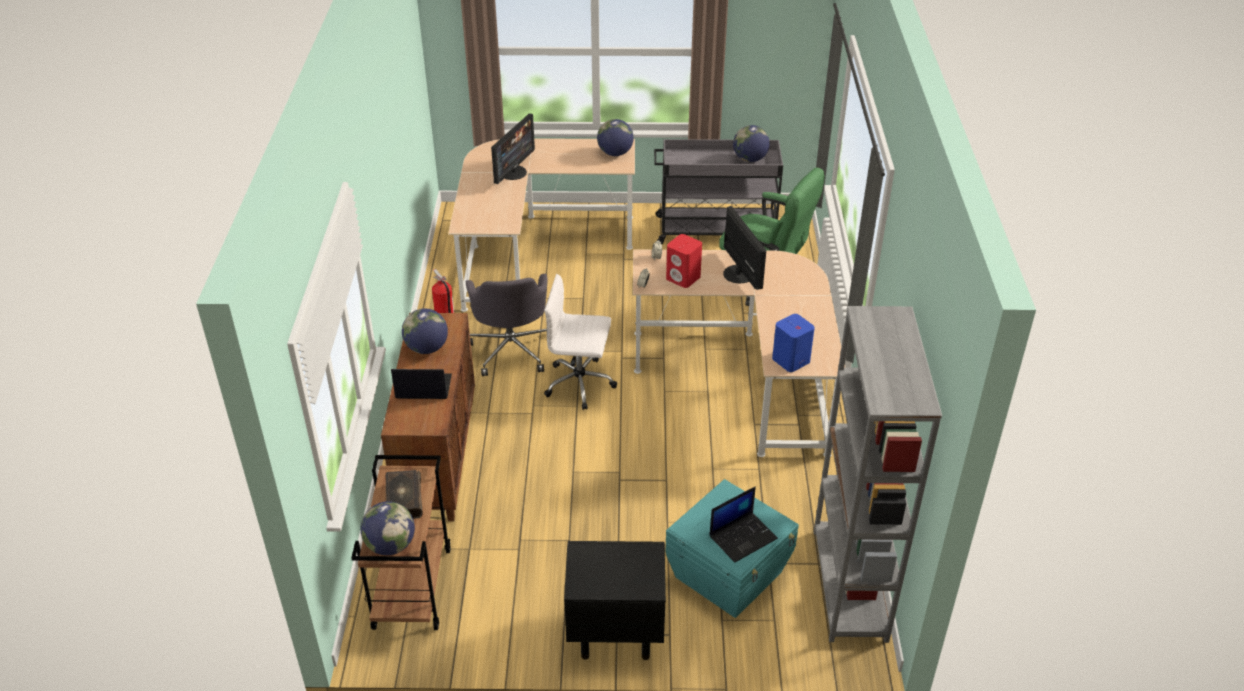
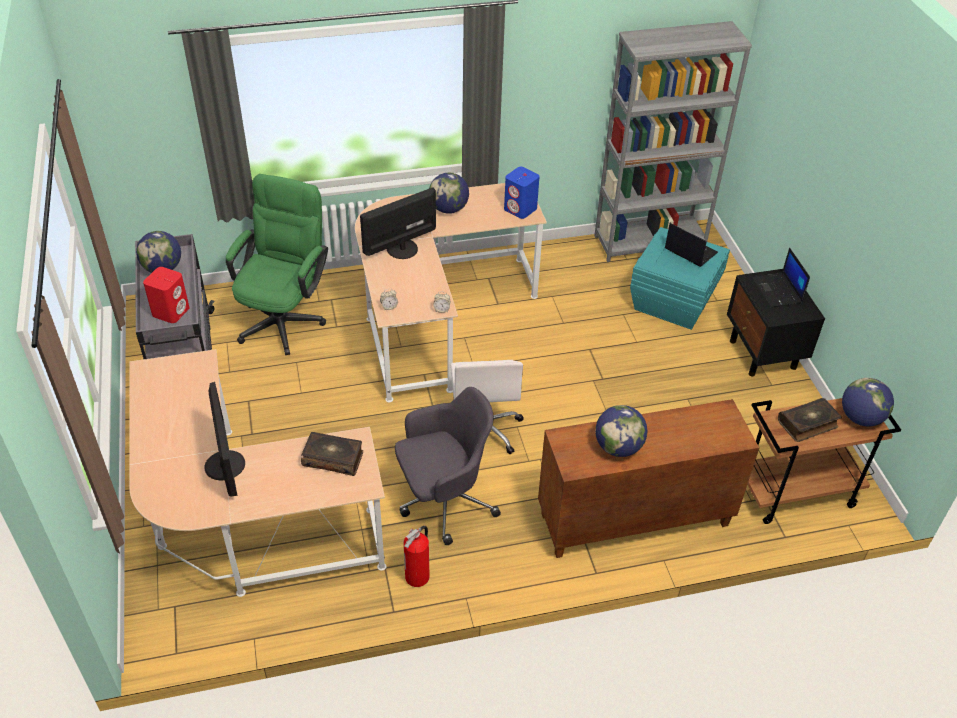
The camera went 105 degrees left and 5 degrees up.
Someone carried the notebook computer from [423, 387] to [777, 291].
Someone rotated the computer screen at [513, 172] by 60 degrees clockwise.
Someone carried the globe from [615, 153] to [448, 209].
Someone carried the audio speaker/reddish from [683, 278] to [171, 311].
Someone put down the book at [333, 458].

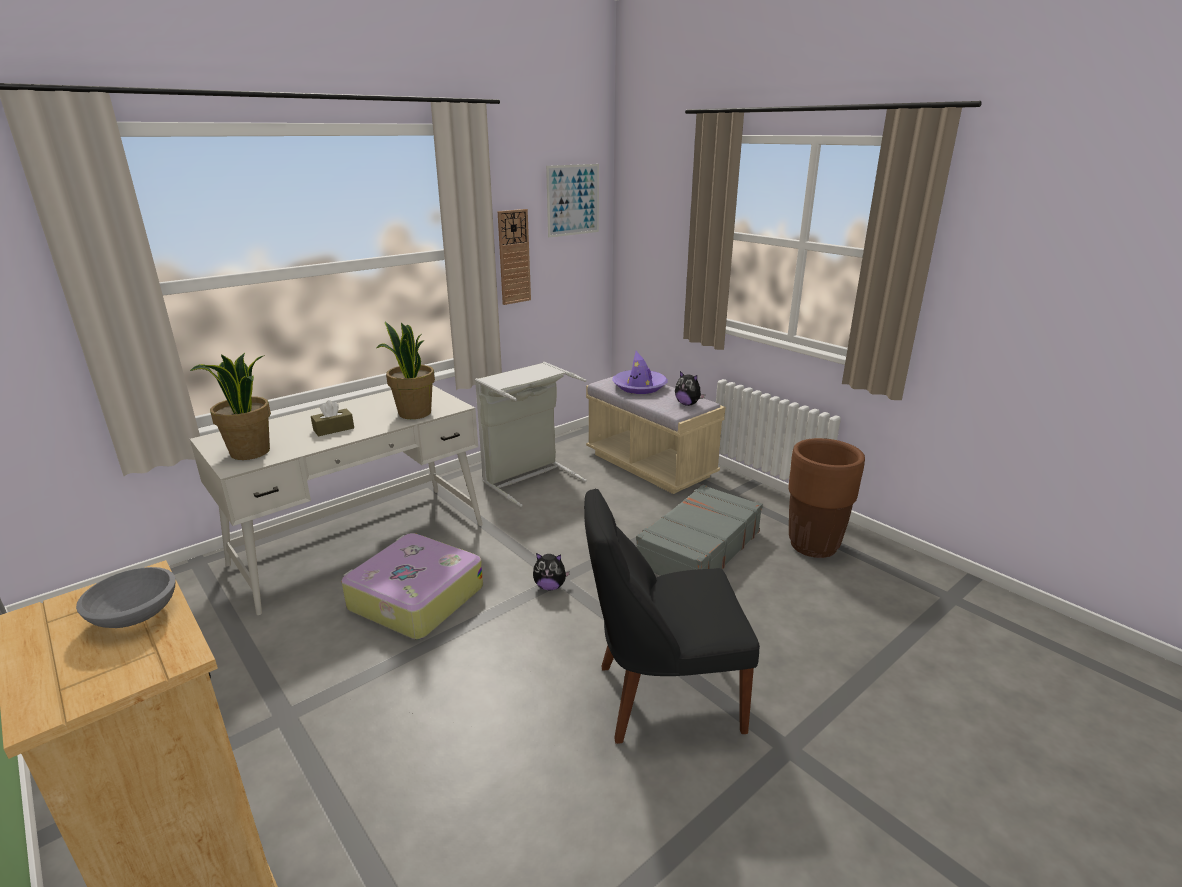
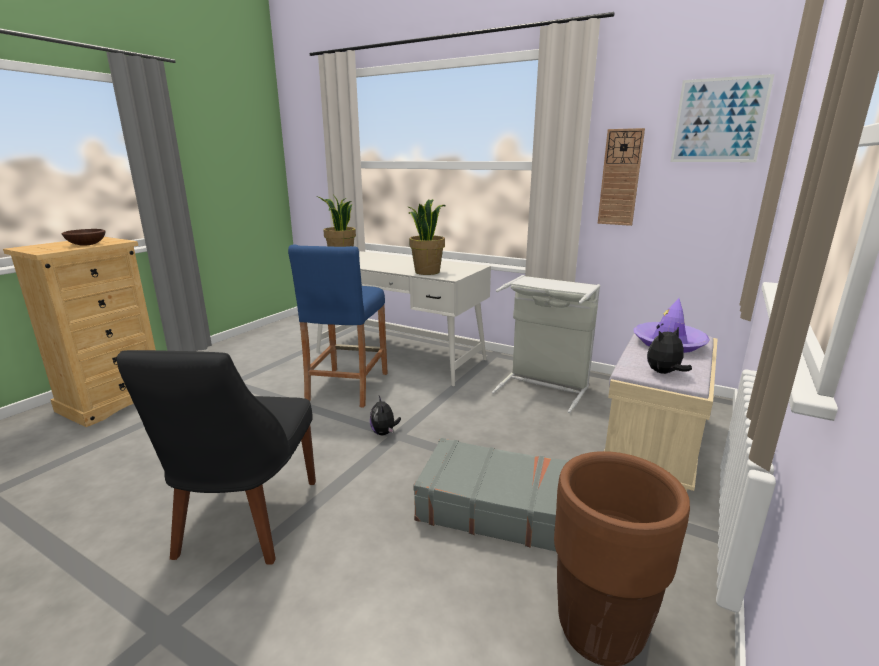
The camera went 70 degrees right and 5 degrees down.
Someone repainted the serving bowl/gray at [134, 615], which became the serving bowl/brownish at [87, 244].
Someone took away the tissue holder/brownish at [333, 429].
Someone swapped the travel case at [414, 598] for the stool/bluish at [347, 387].
Someone rotated the upright chair/black-coloured at [662, 697] by 150 degrees counterclockwise.
Someone rotated the cuddly toy at [687, 404] by 45 degrees clockwise.

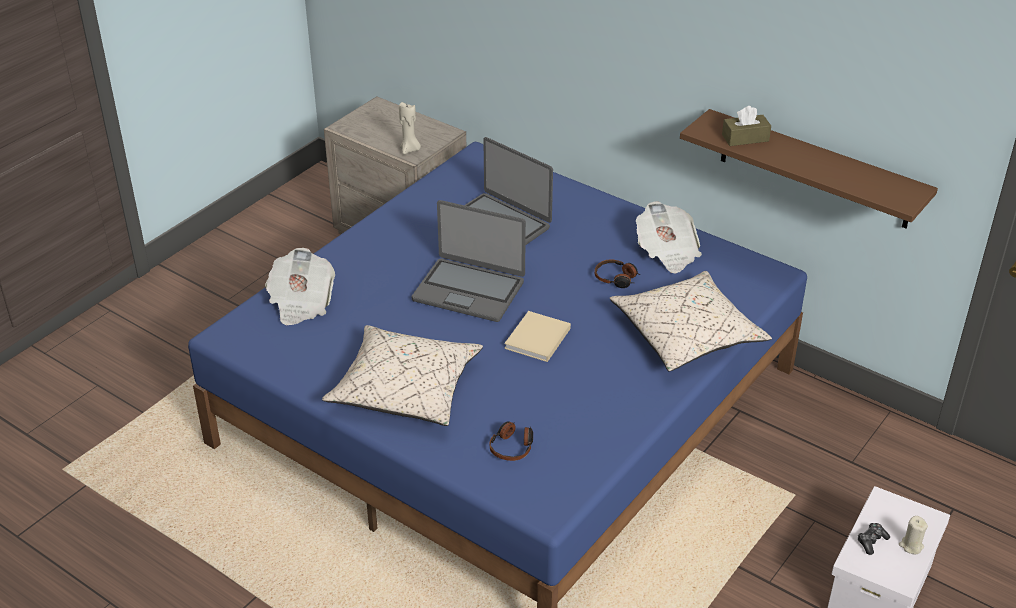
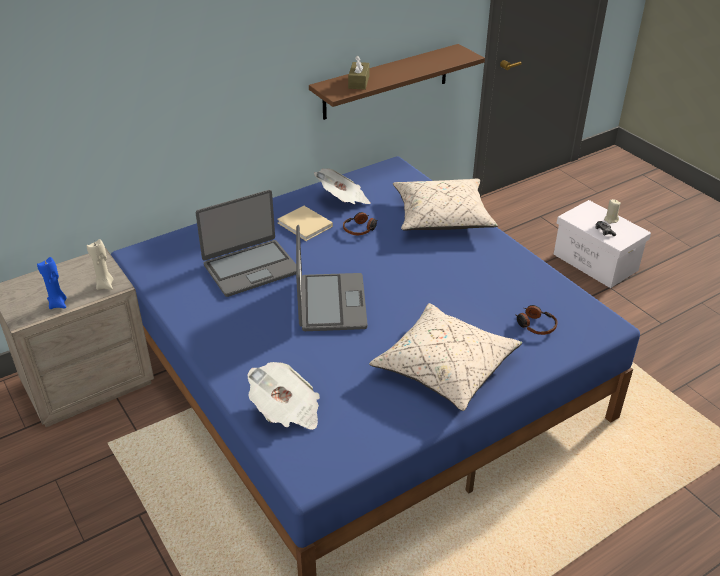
The camera went 70 degrees left and 0 degrees up.
Someone rotated the notebook computer at [469, 290] by 45 degrees counterclockwise.
Someone carried the book/beige from [536, 339] to [306, 225].
Someone put down the candle/bluish at [58, 304].

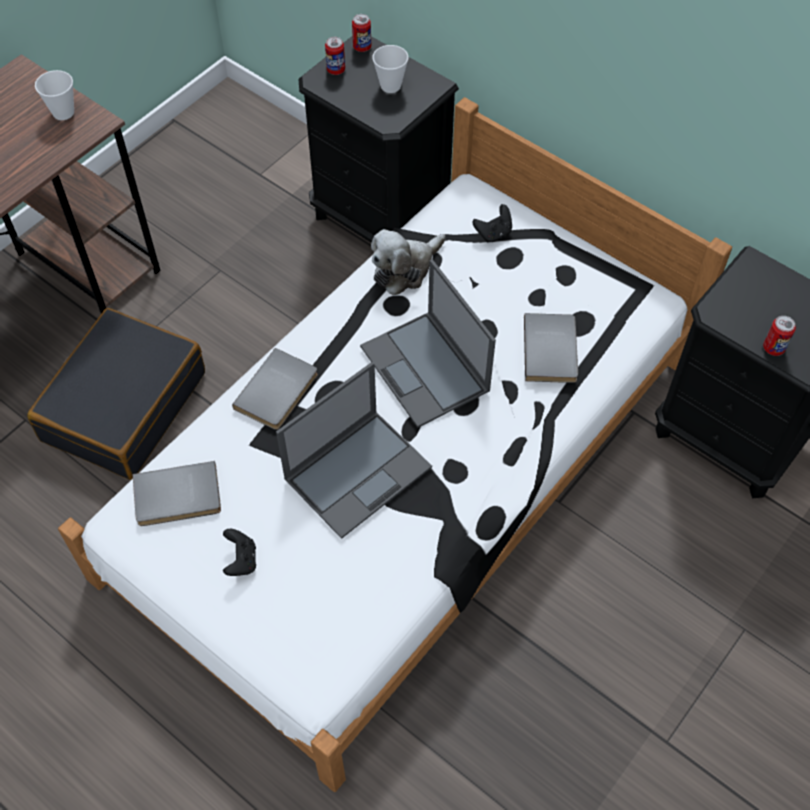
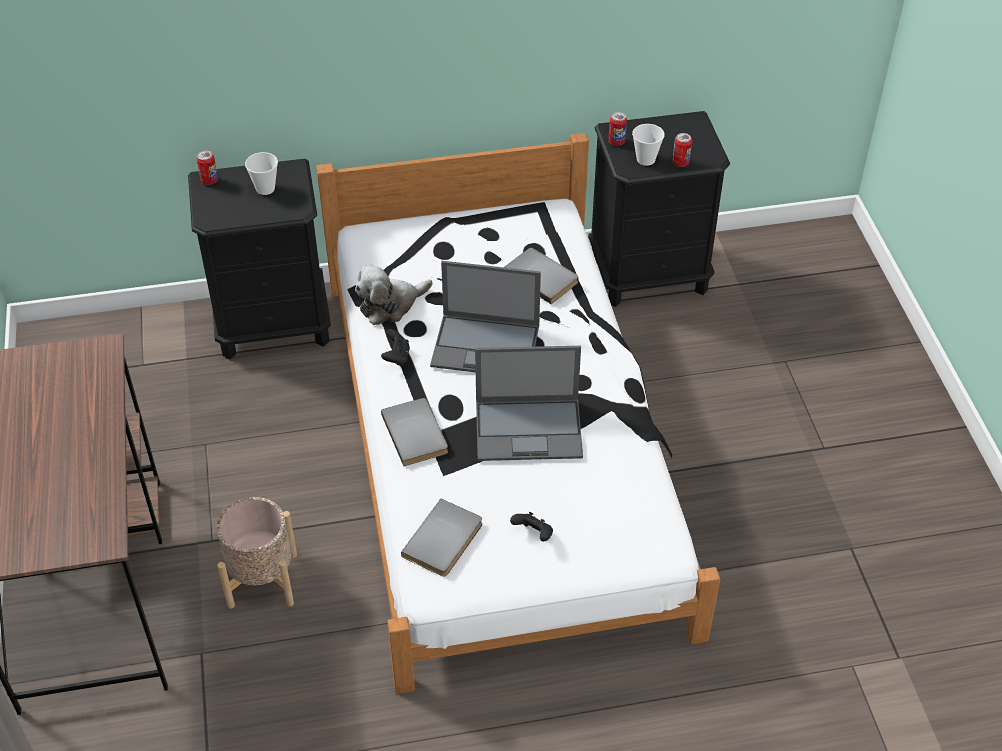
The camera went 50 degrees left and 10 degrees down.
Someone swapped the travel case/black-coloured at [123, 406] for the plant pot/beige at [263, 579].
Someone carried the drinking cup from [63, 112] to [645, 159].
Someone rotated the notebook computer at [359, 471] by 90 degrees clockwise.
Someone carried the can from [336, 70] to [616, 141].
Someone rotated the cuddly toy at [405, 269] by 60 degrees clockwise.
Someone carried the game controller/black-coloured from [493, 233] to [396, 357].

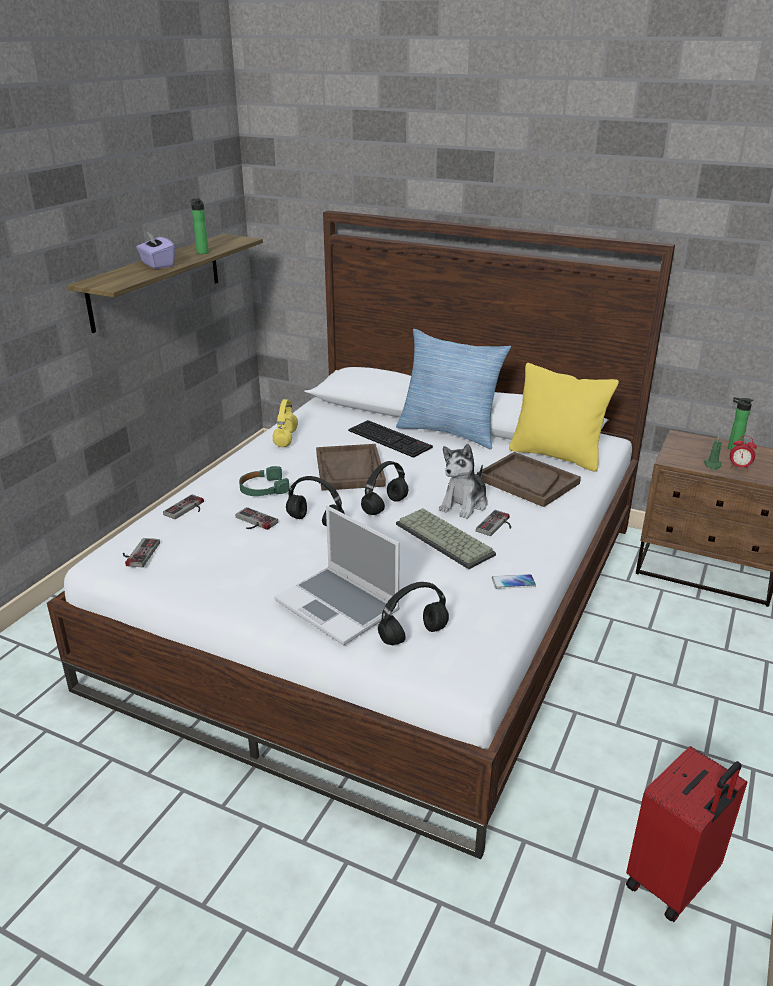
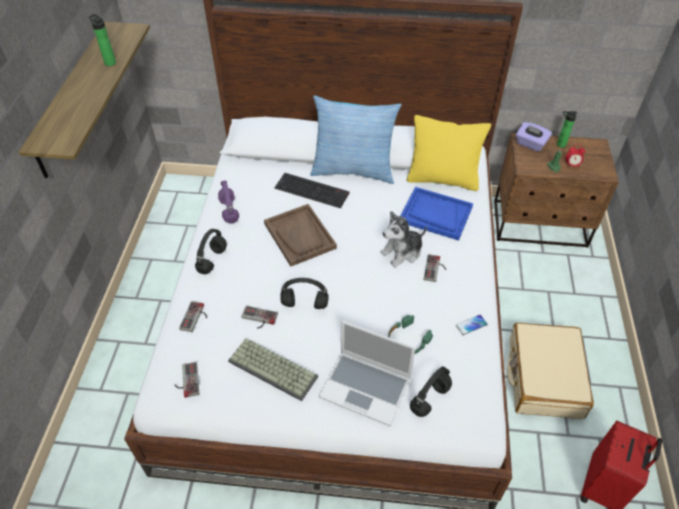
The camera went 20 degrees left and 20 degrees up.
Someone carried the tissue holder/purple from [157, 265] to [530, 144].
Someone carried the headset/green from [263, 489] to [407, 340].
Someone repainted the headset/yellow at [285, 438], which became the headset/purple at [229, 211].
Someone carried the headset/black-coloured from [385, 507] to [212, 261].
Someone carried the PC keyboard from [446, 539] to [274, 368].
Someone rotated the cuddly toy at [464, 504] by 45 degrees clockwise.
Someone repainted the carrying tray/brownish at [527, 481], which became the carrying tray/bluish at [435, 215].
Someone put down the travel case/beige at [544, 377].

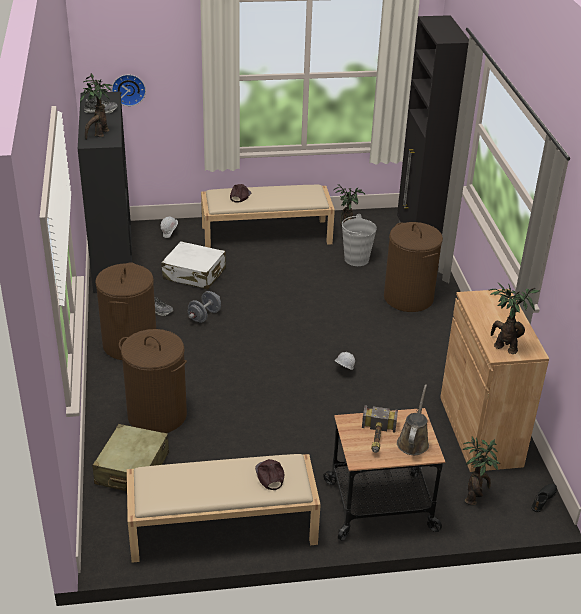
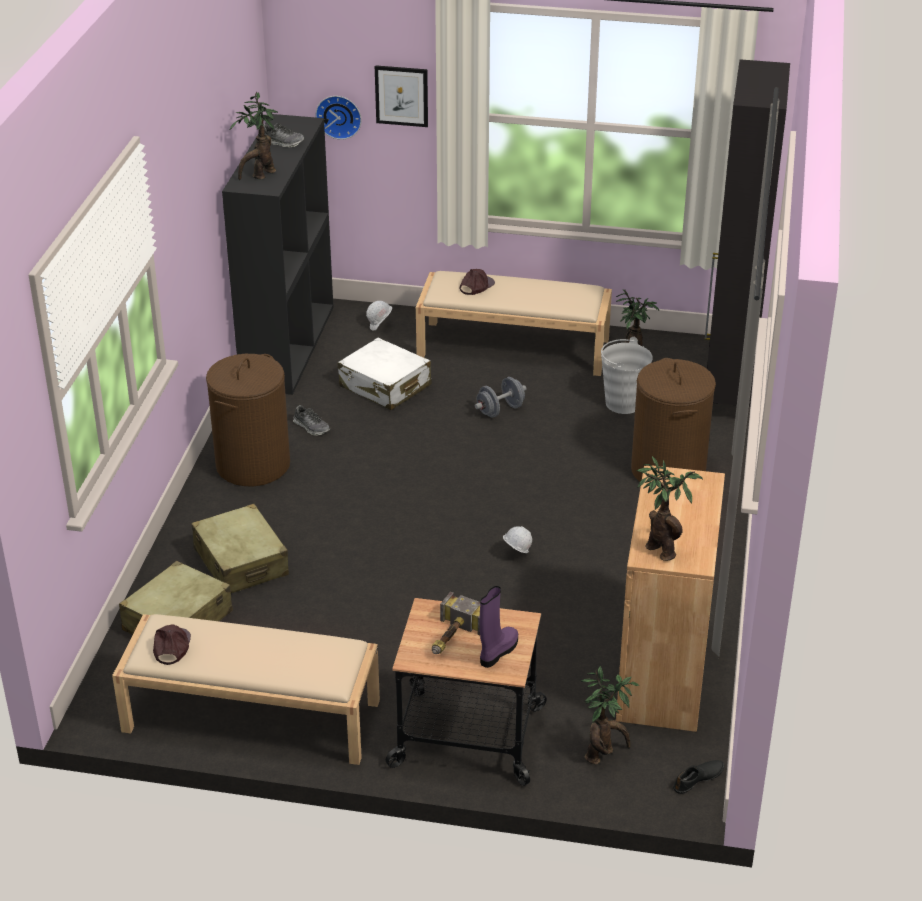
The camera went 20 degrees right and 0 degrees up.
Someone swapped the washing basket/brownish at [157, 415] for the travel case/beige at [241, 562].
Someone carried the hand weight/gray from [204, 316] to [500, 410].
Someone carried the baseball cap/brownish from [269, 476] to [171, 646].
Someone swapped the watering can/brownish at [413, 441] for the boot/purple at [498, 652].
Someone put up the picture at [401, 95].

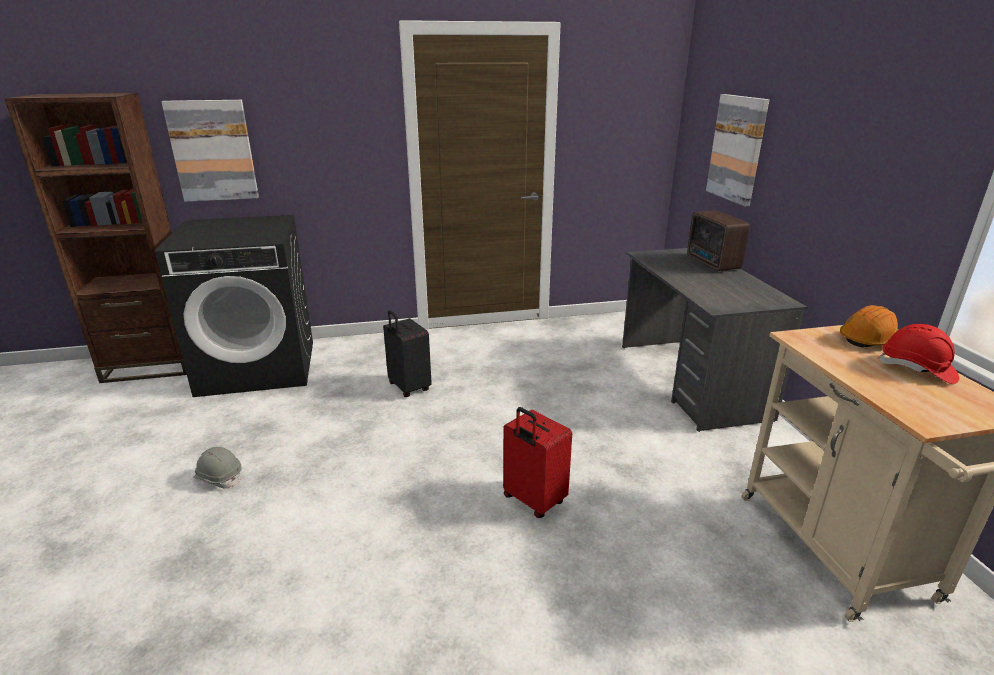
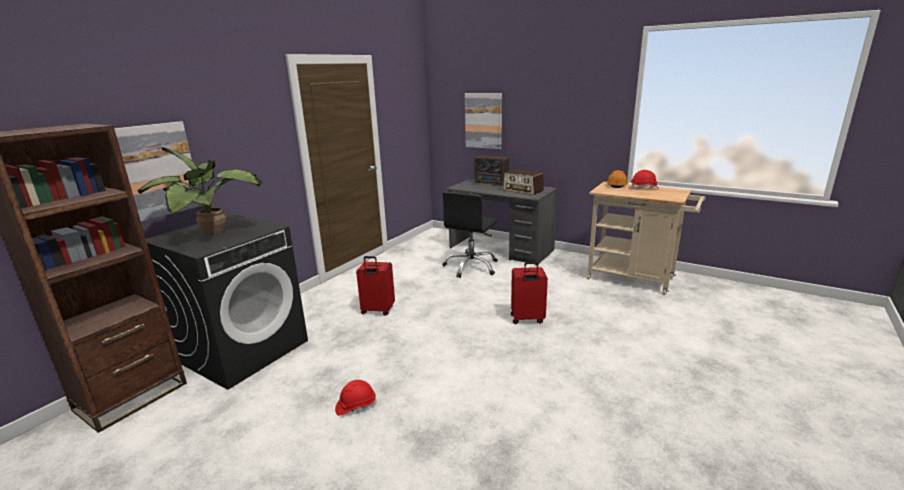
The camera went 45 degrees left and 5 degrees down.
Someone repainted the safety helmet/gray at [219, 477], which became the safety helmet/reddish at [356, 406].
Someone repainted the travel case/black-coloured at [408, 388], which became the travel case/reddish at [377, 311].
Someone put down the plant in a pot at [216, 233].
Someone put down the office chair/black-coloured at [471, 267].
Someone put down the radio receiver at [523, 191].

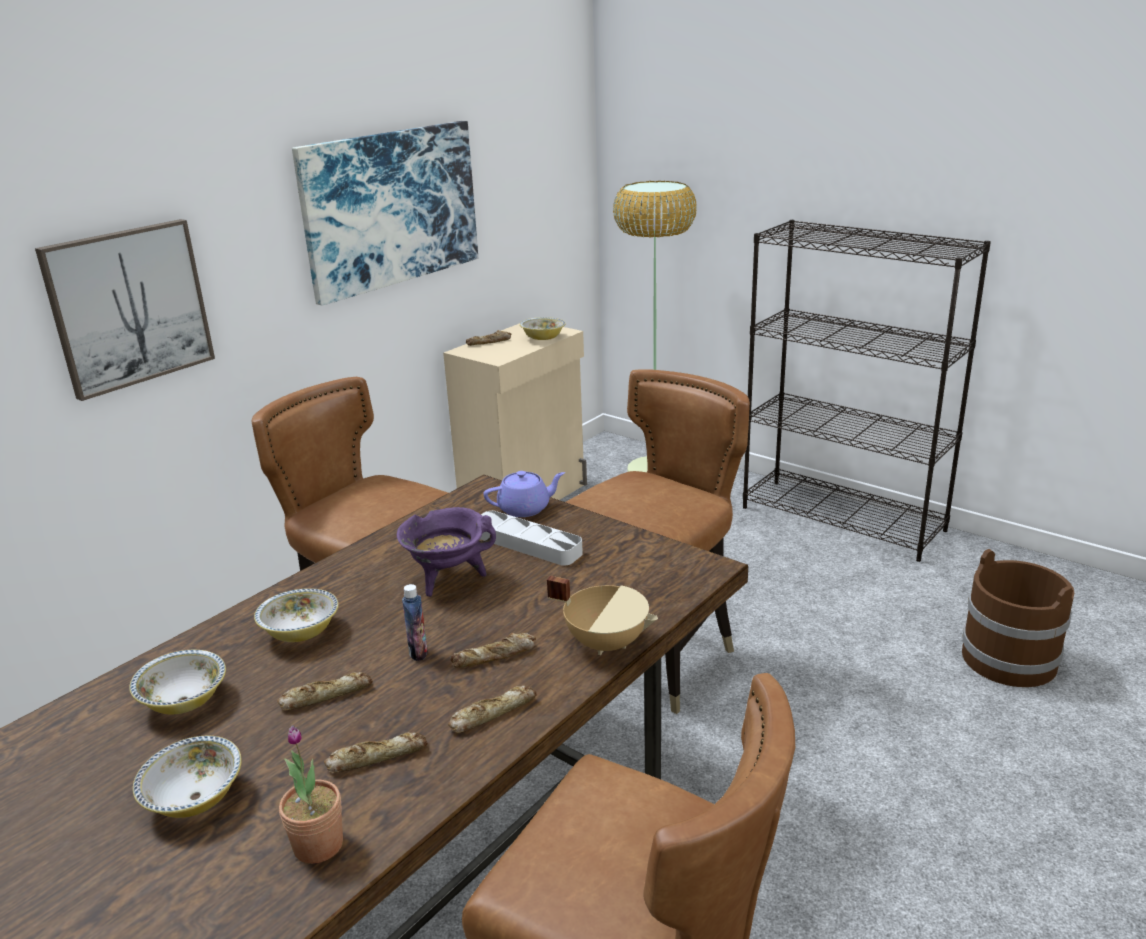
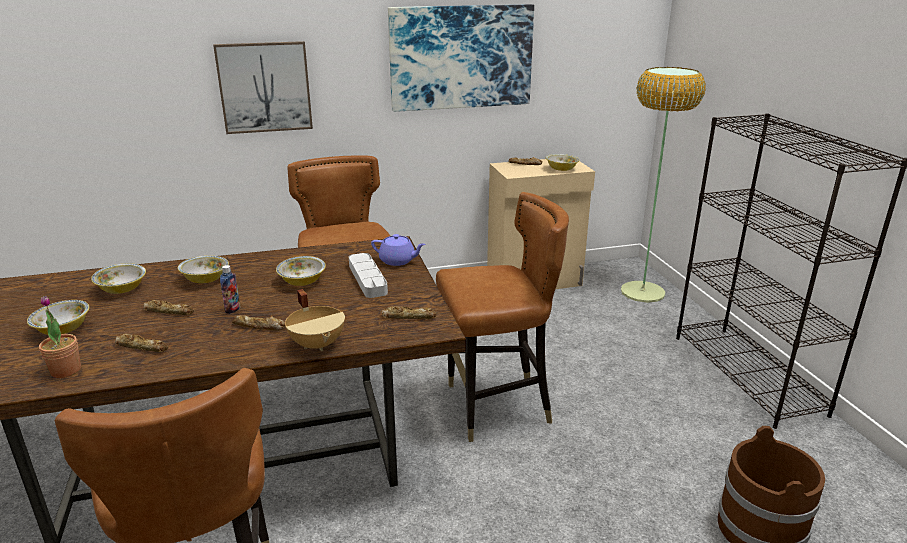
The camera went 35 degrees right and 0 degrees up.
Someone swapped the saucepot/purple at [448, 579] for the serving bowl at [302, 281].
Someone carried the bakery bread from [492, 713] to [409, 316].

